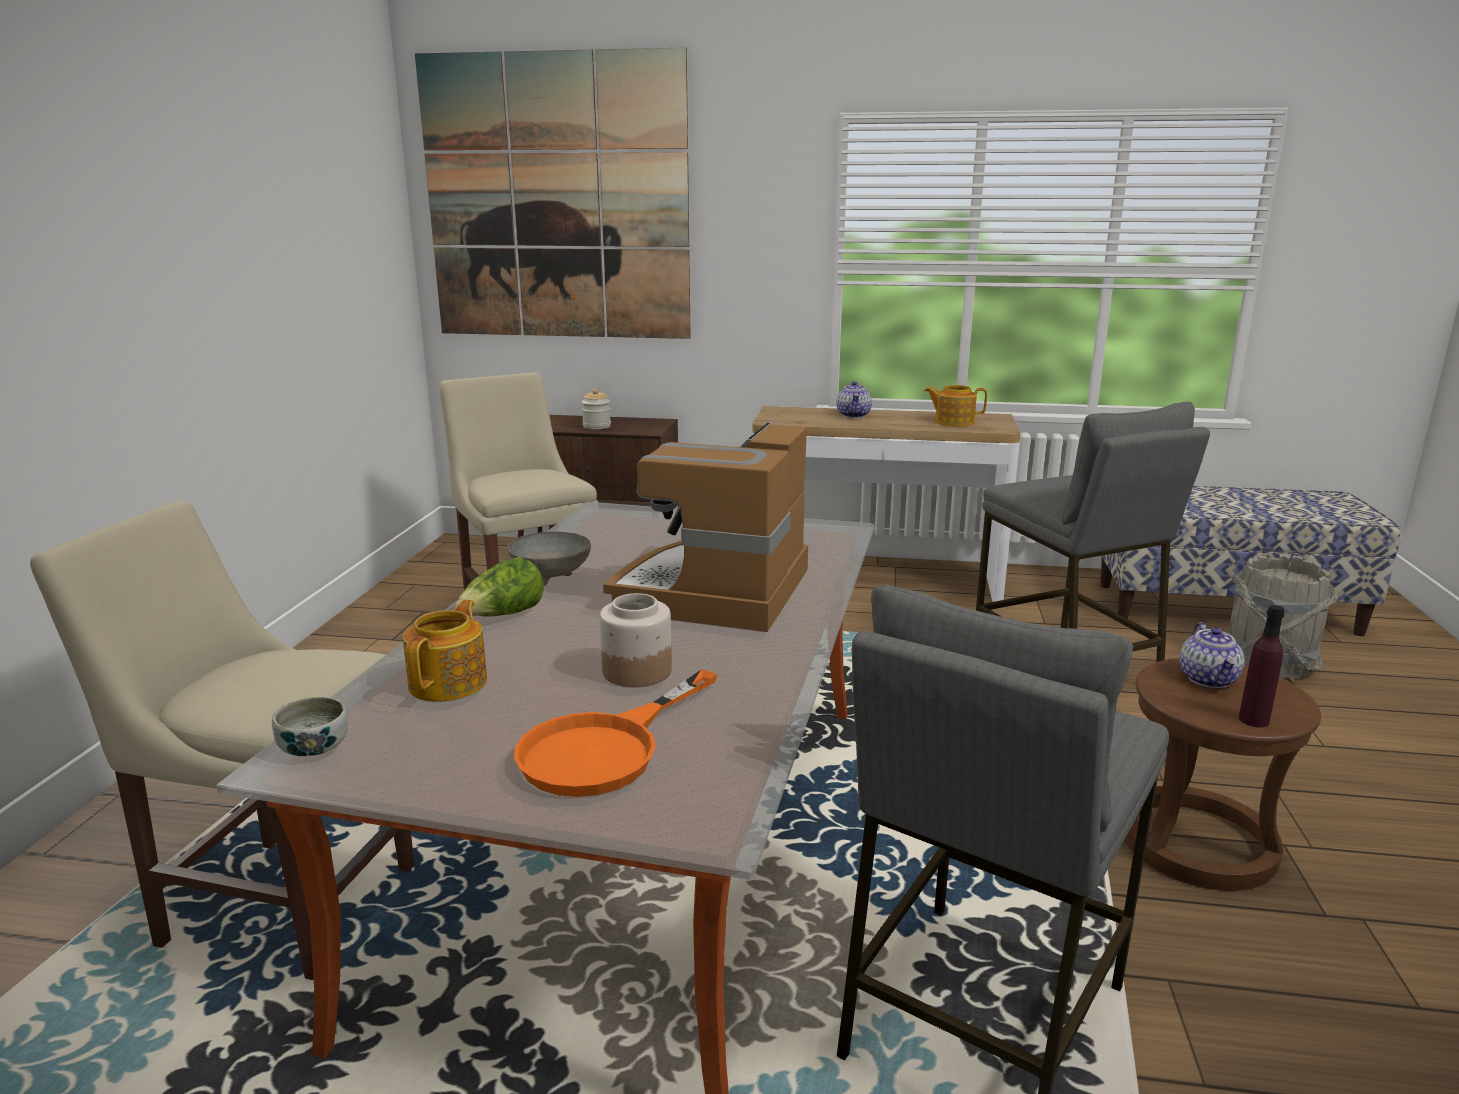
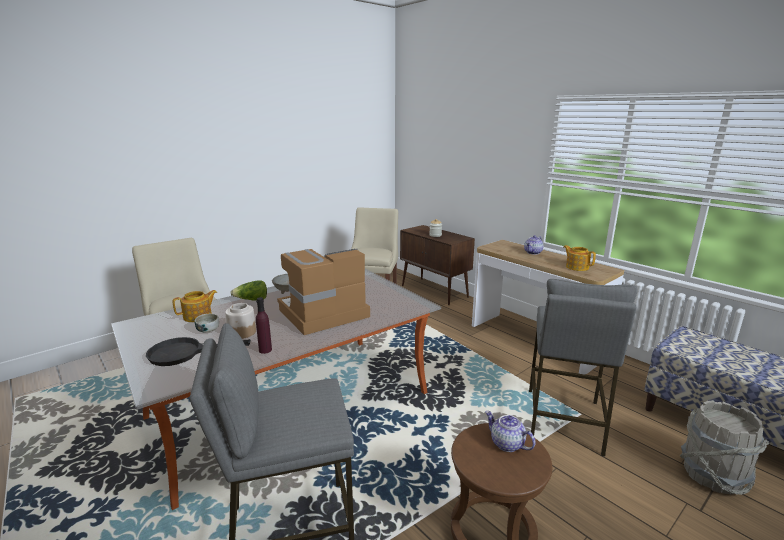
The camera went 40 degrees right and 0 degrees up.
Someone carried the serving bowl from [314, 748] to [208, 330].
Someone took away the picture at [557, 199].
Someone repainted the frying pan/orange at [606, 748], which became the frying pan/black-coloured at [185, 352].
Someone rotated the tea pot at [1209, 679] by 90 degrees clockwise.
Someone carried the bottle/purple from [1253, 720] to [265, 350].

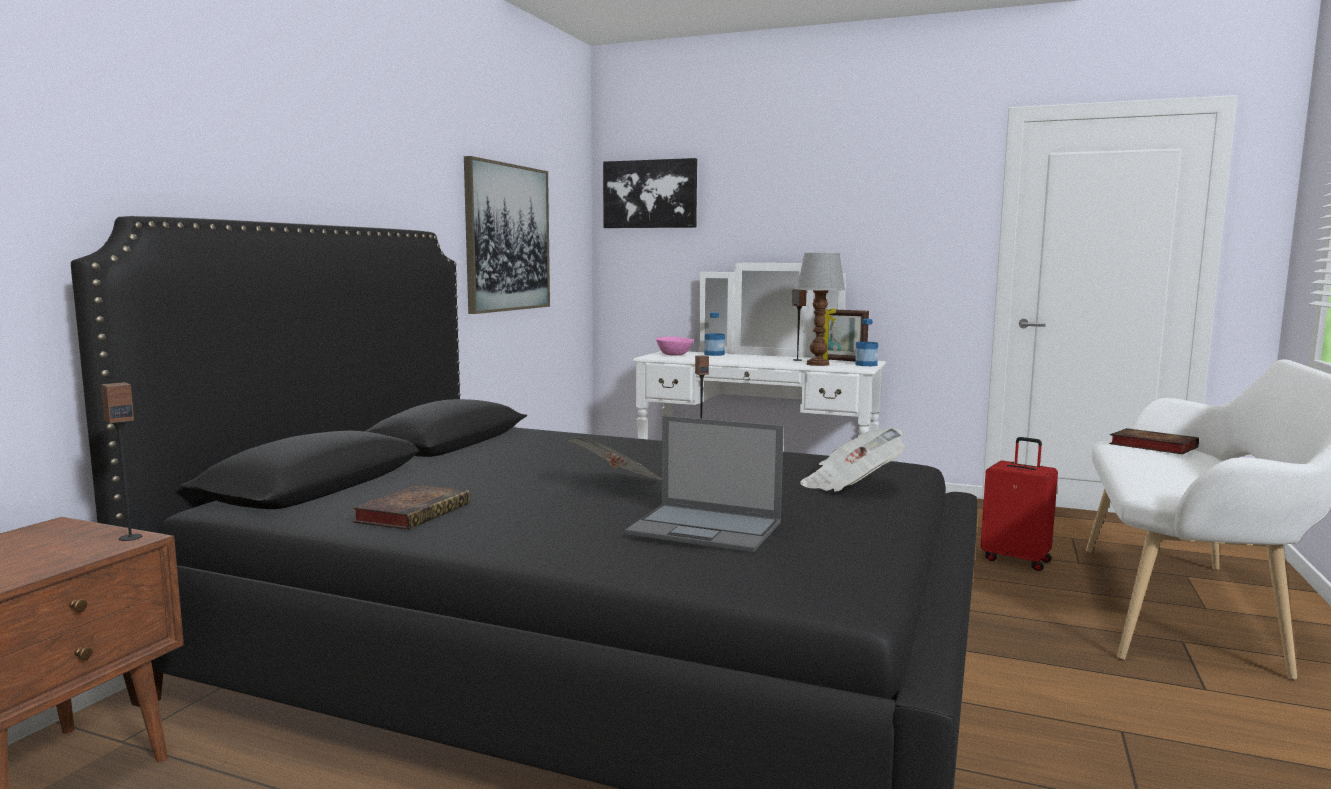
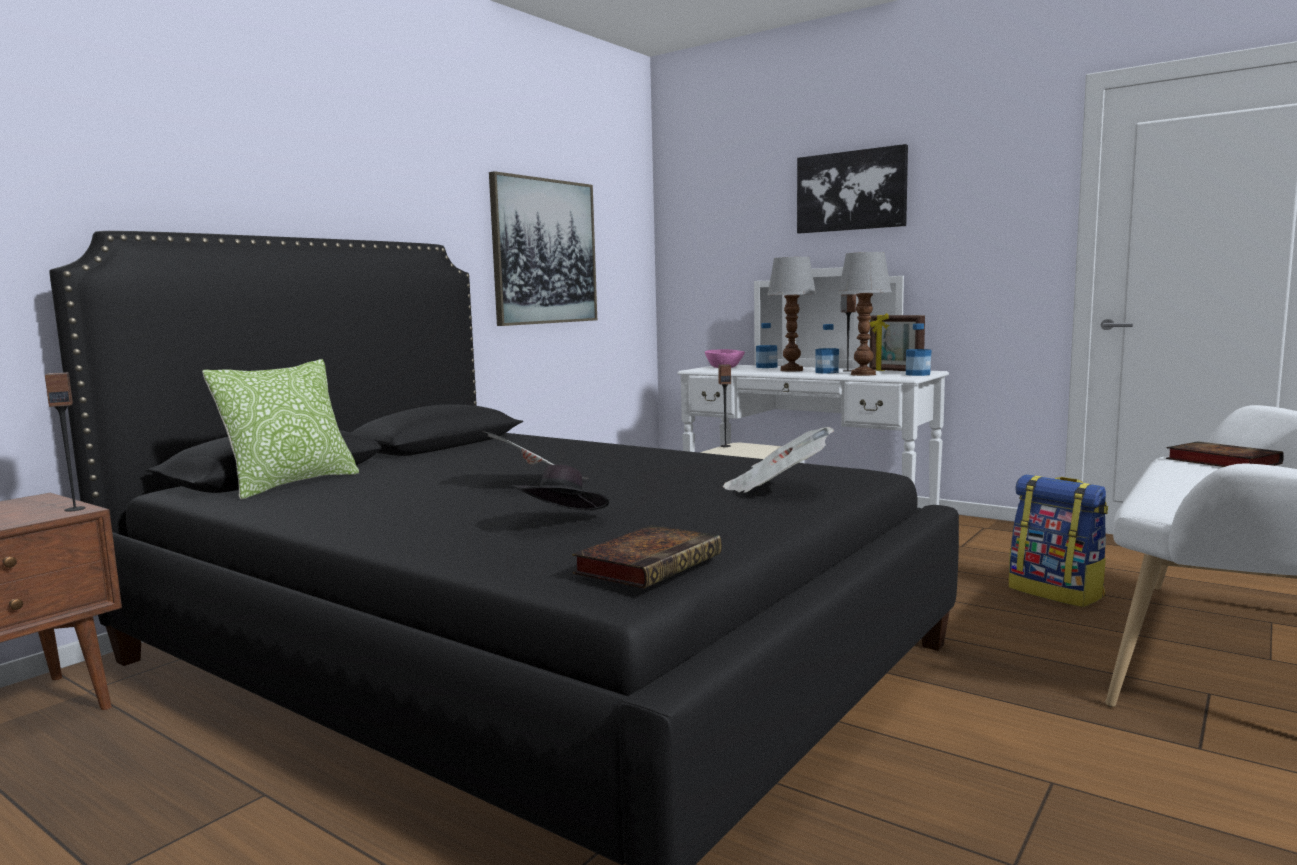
The camera went 15 degrees right and 0 degrees up.
Someone carried the book from [414, 513] to [650, 563].
Someone carried the picture from [650, 194] to [851, 191].
Someone swapped the notebook computer at [707, 528] for the wearable hat/black-coloured at [561, 520].
Someone swapped the travel case/reddish at [1016, 560] for the backpack at [1057, 592].
Someone put down the cushion at [291, 484].
Someone put down the tabletop lamp at [791, 370].
Someone put down the bottle at [826, 372].

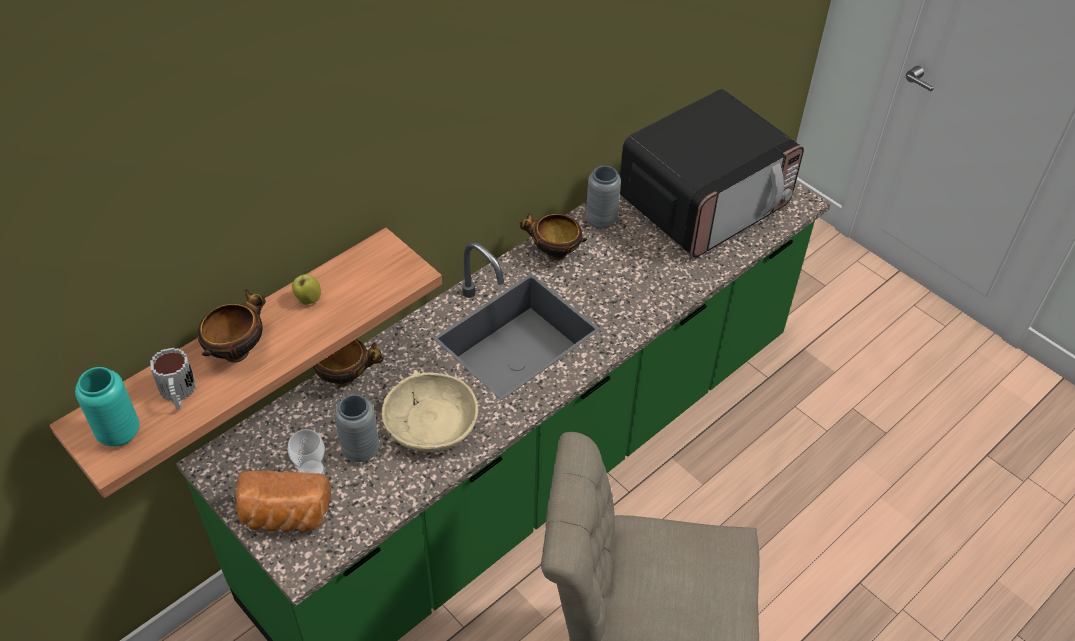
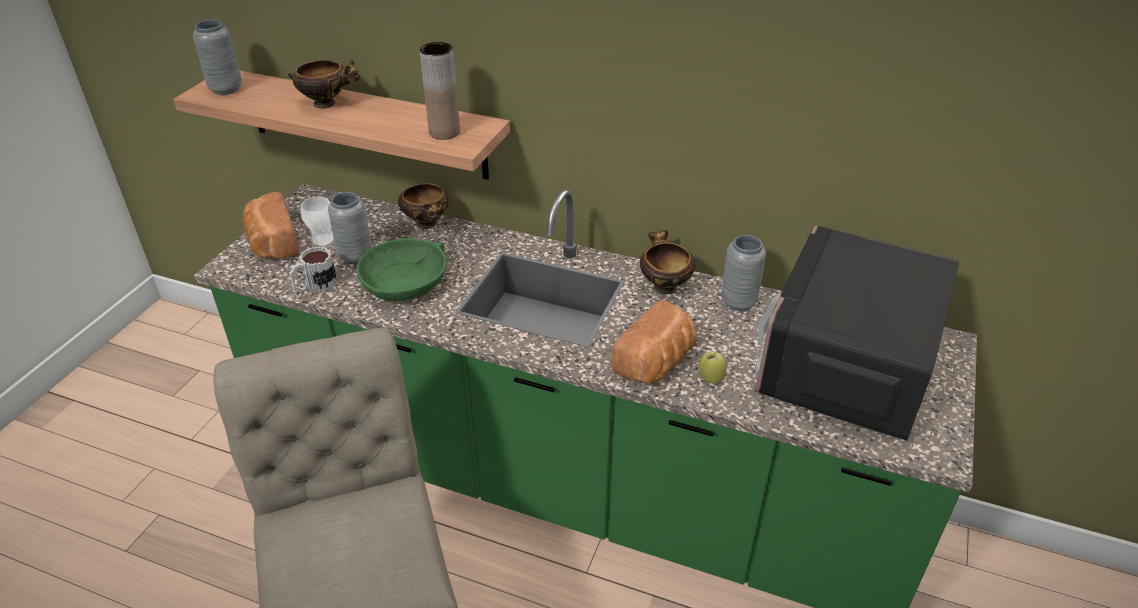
The camera went 65 degrees right and 10 degrees down.
Someone repainted the decorative vase/turquoise-coloured at [119, 433], which became the decorative vase/gray at [226, 89].
Someone carried the mug from [178, 393] to [315, 286].
Someone carried the whole apple from [308, 299] to [710, 378].
Someone repainted the serving bowl/beige at [430, 422], which became the serving bowl/green at [404, 281].
Someone rotated the kitchen microwave at [704, 202] by 90 degrees clockwise.
Someone put down the decorative vase/brownish at [444, 132].
Someone put down the bakery bread at [656, 362].

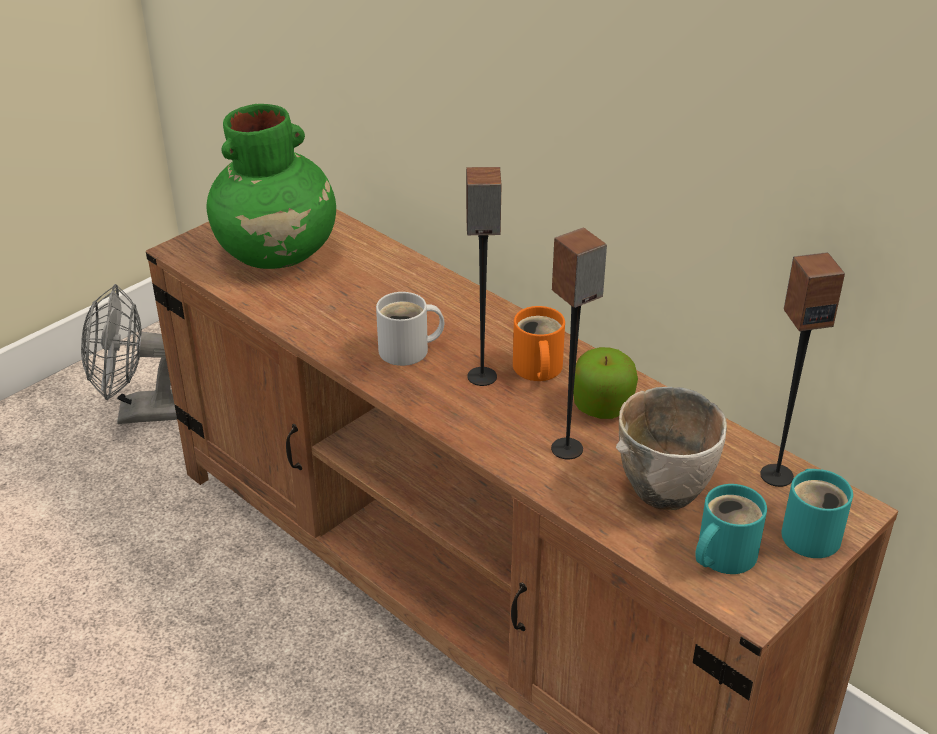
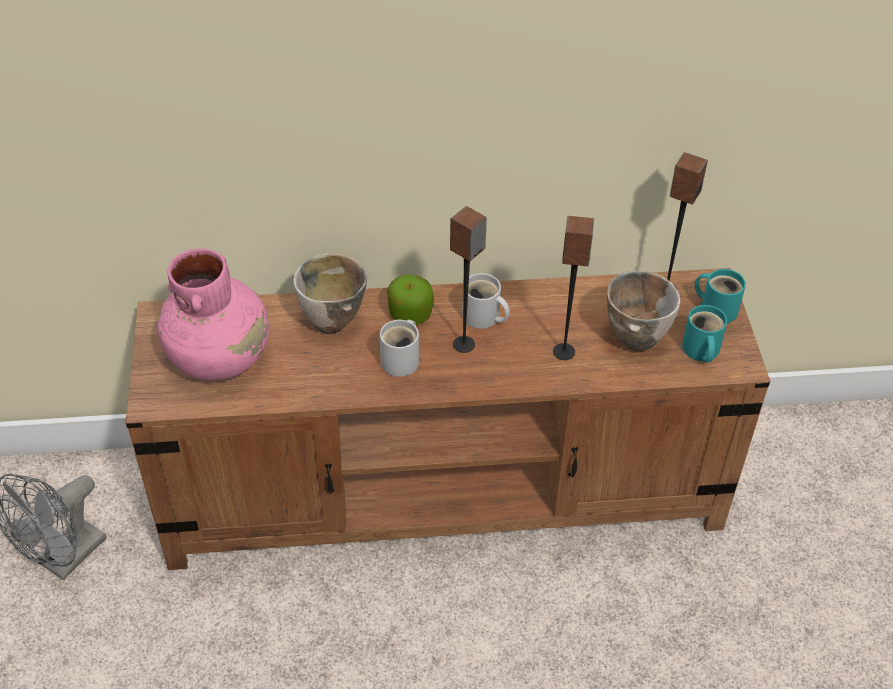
The camera went 50 degrees left and 10 degrees up.
Someone repainted the decorative vase/green at [278, 253], which became the decorative vase/pink at [220, 357].
Someone repainted the mug/orange at [536, 369], which became the mug/white at [483, 318].
Someone carried the whole apple from [602, 405] to [410, 314].
Someone put down the serving bowl at [333, 323].

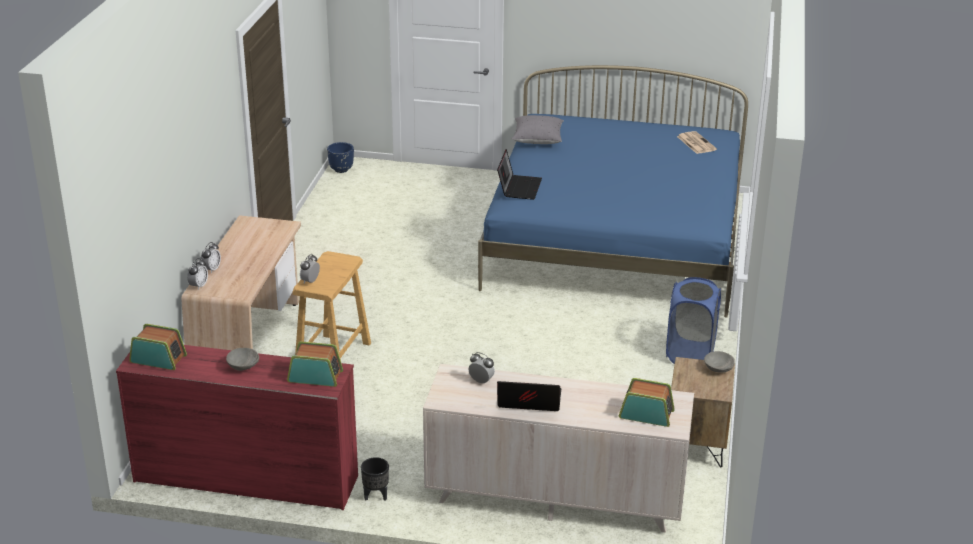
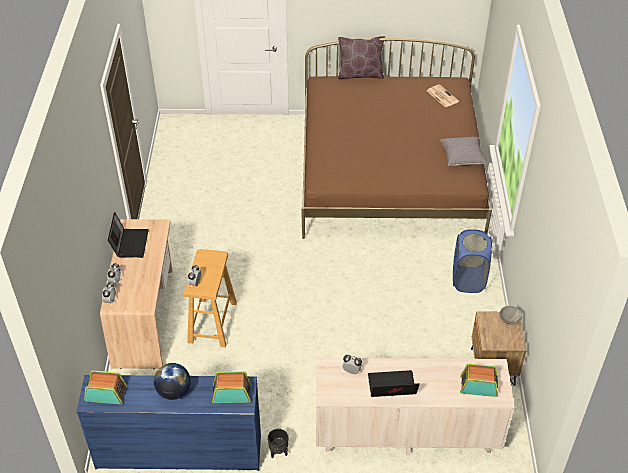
The camera went 10 degrees left and 15 degrees up.
Someone repainted the drawer chest/reddish at [245, 478], which became the drawer chest/bluish at [178, 451].
Someone swapped the serving bowl/gray at [243, 366] for the globe at [174, 391].
Someone took away the plant pot/bluish at [341, 169].
Someone repainted the bed/bluish at [616, 239], which became the bed/brownish at [389, 174].
Someone carried the notebook computer from [519, 187] to [130, 243].
Someone carried the cushion/gray from [537, 139] to [462, 157].
Someone put down the cushion/brownish at [360, 74].

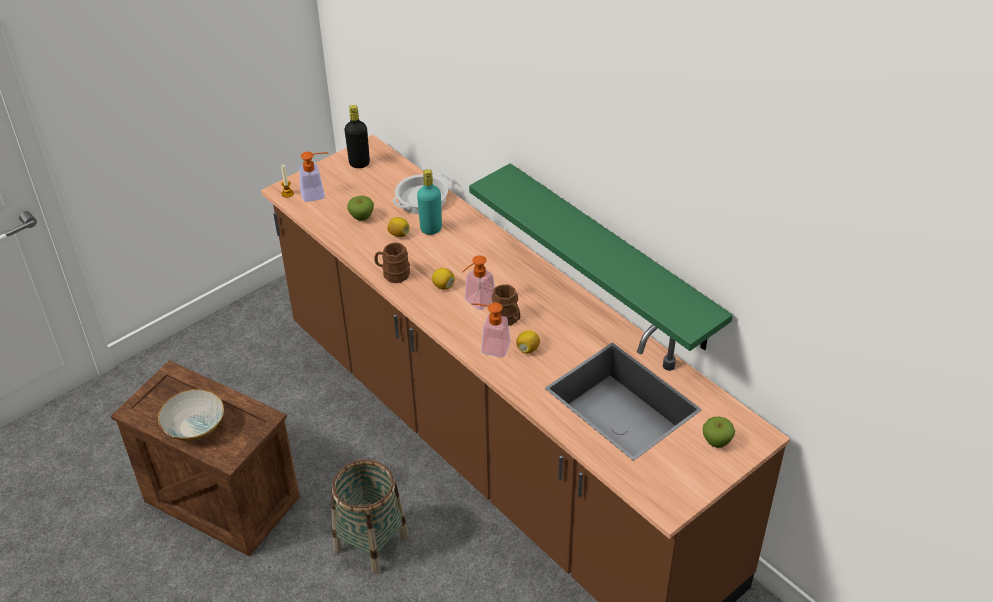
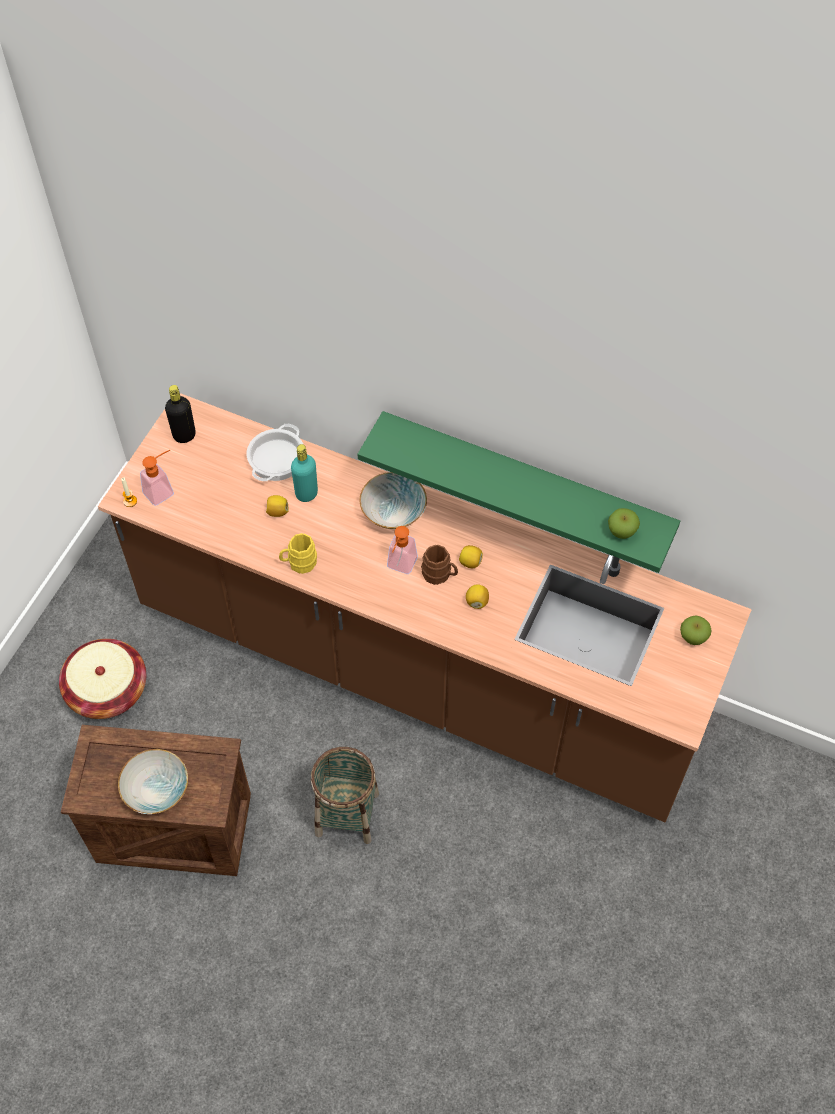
The camera went 25 degrees left and 15 degrees up.
Someone carried the whole apple from [362, 217] to [621, 532].
Someone repainted the mug/brownish at [393, 274], which became the mug/yellow at [299, 563].
Someone carried the lemon from [443, 286] to [470, 562].
Someone took away the liquid soap bottle at [490, 347].
Someone put down the basket at [107, 690].
Someone put down the serving bowl at [394, 511].

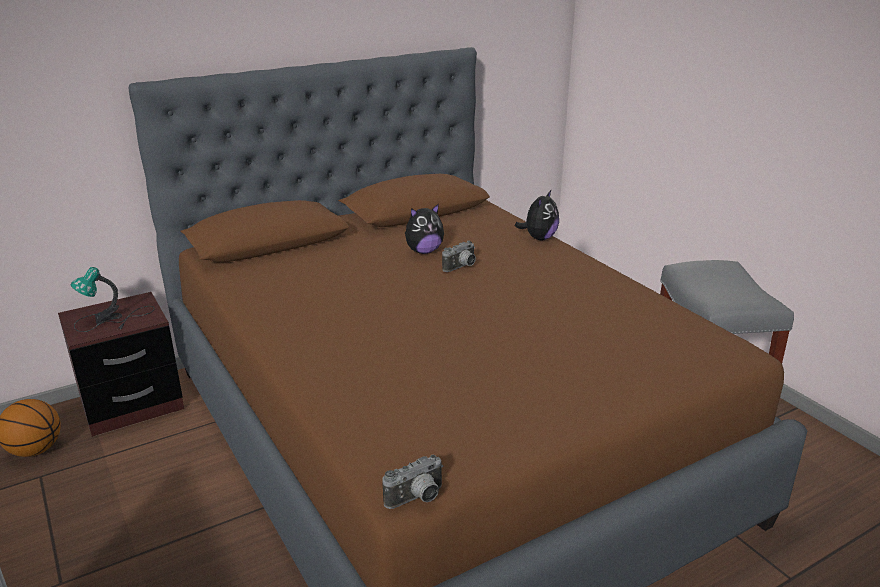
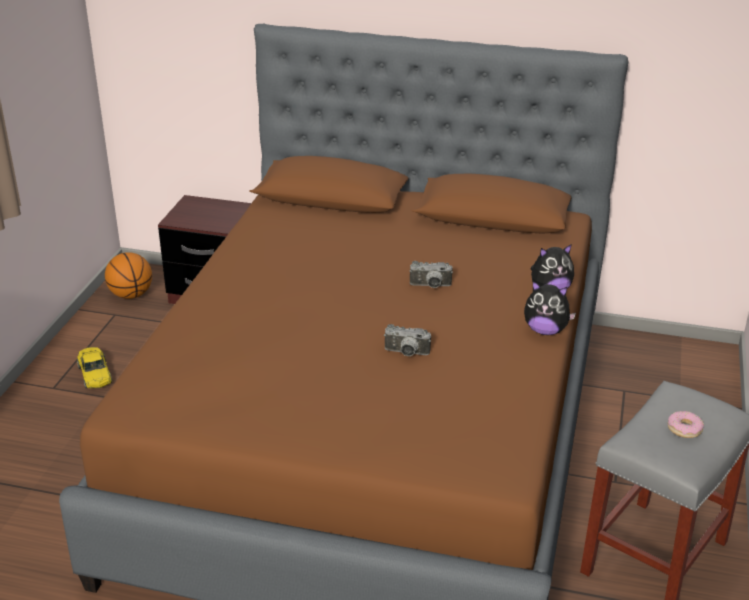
The camera went 45 degrees right and 5 degrees up.
Someone took away the tabletop lamp at [112, 319].
Someone carried the still camera from [417, 499] to [406, 353].
Someone carried the cuddly toy from [423, 251] to [545, 330].
Someone put down the toy car/yellow at [95, 374].
Someone put down the doughnut at [684, 429].

